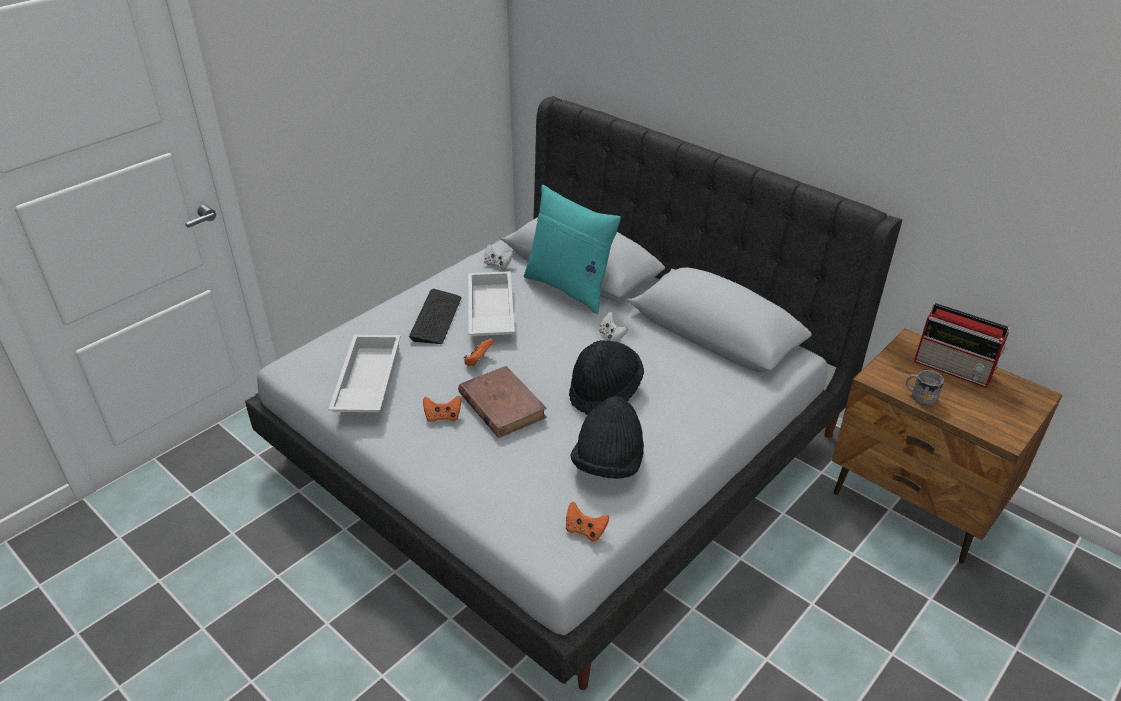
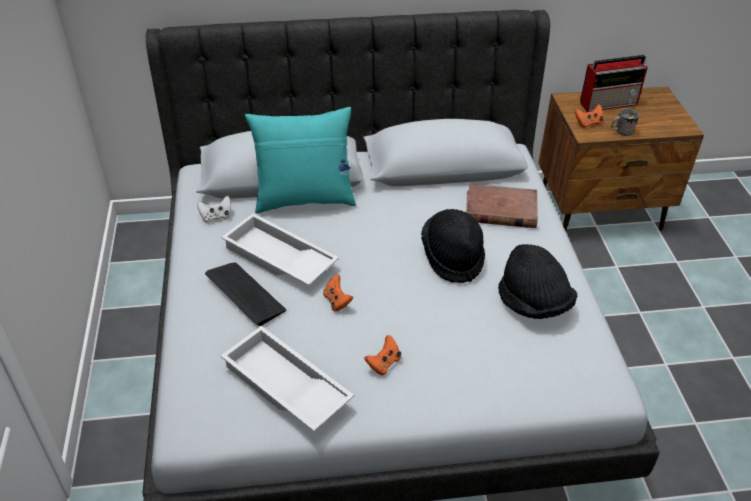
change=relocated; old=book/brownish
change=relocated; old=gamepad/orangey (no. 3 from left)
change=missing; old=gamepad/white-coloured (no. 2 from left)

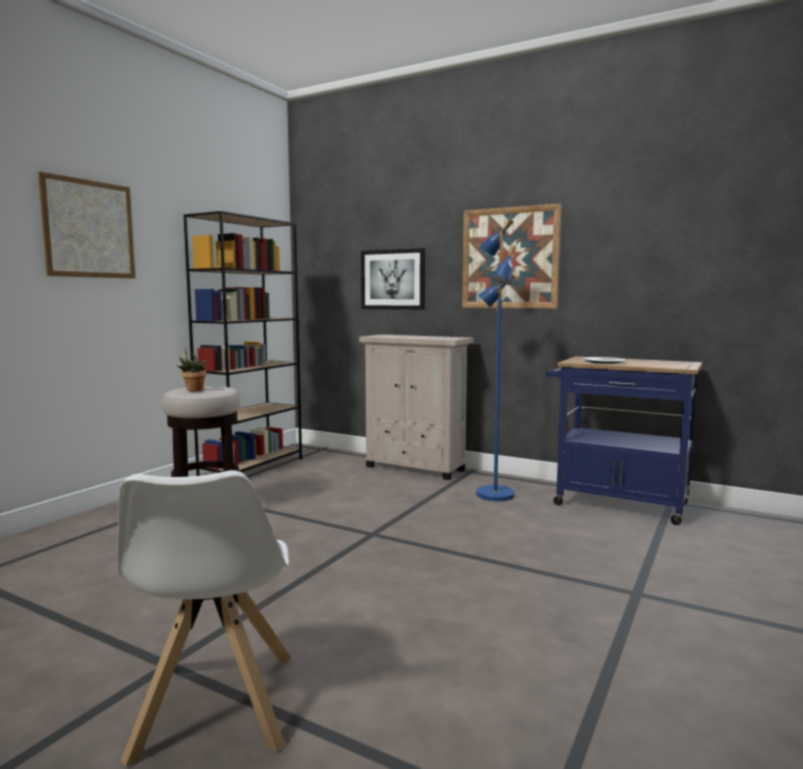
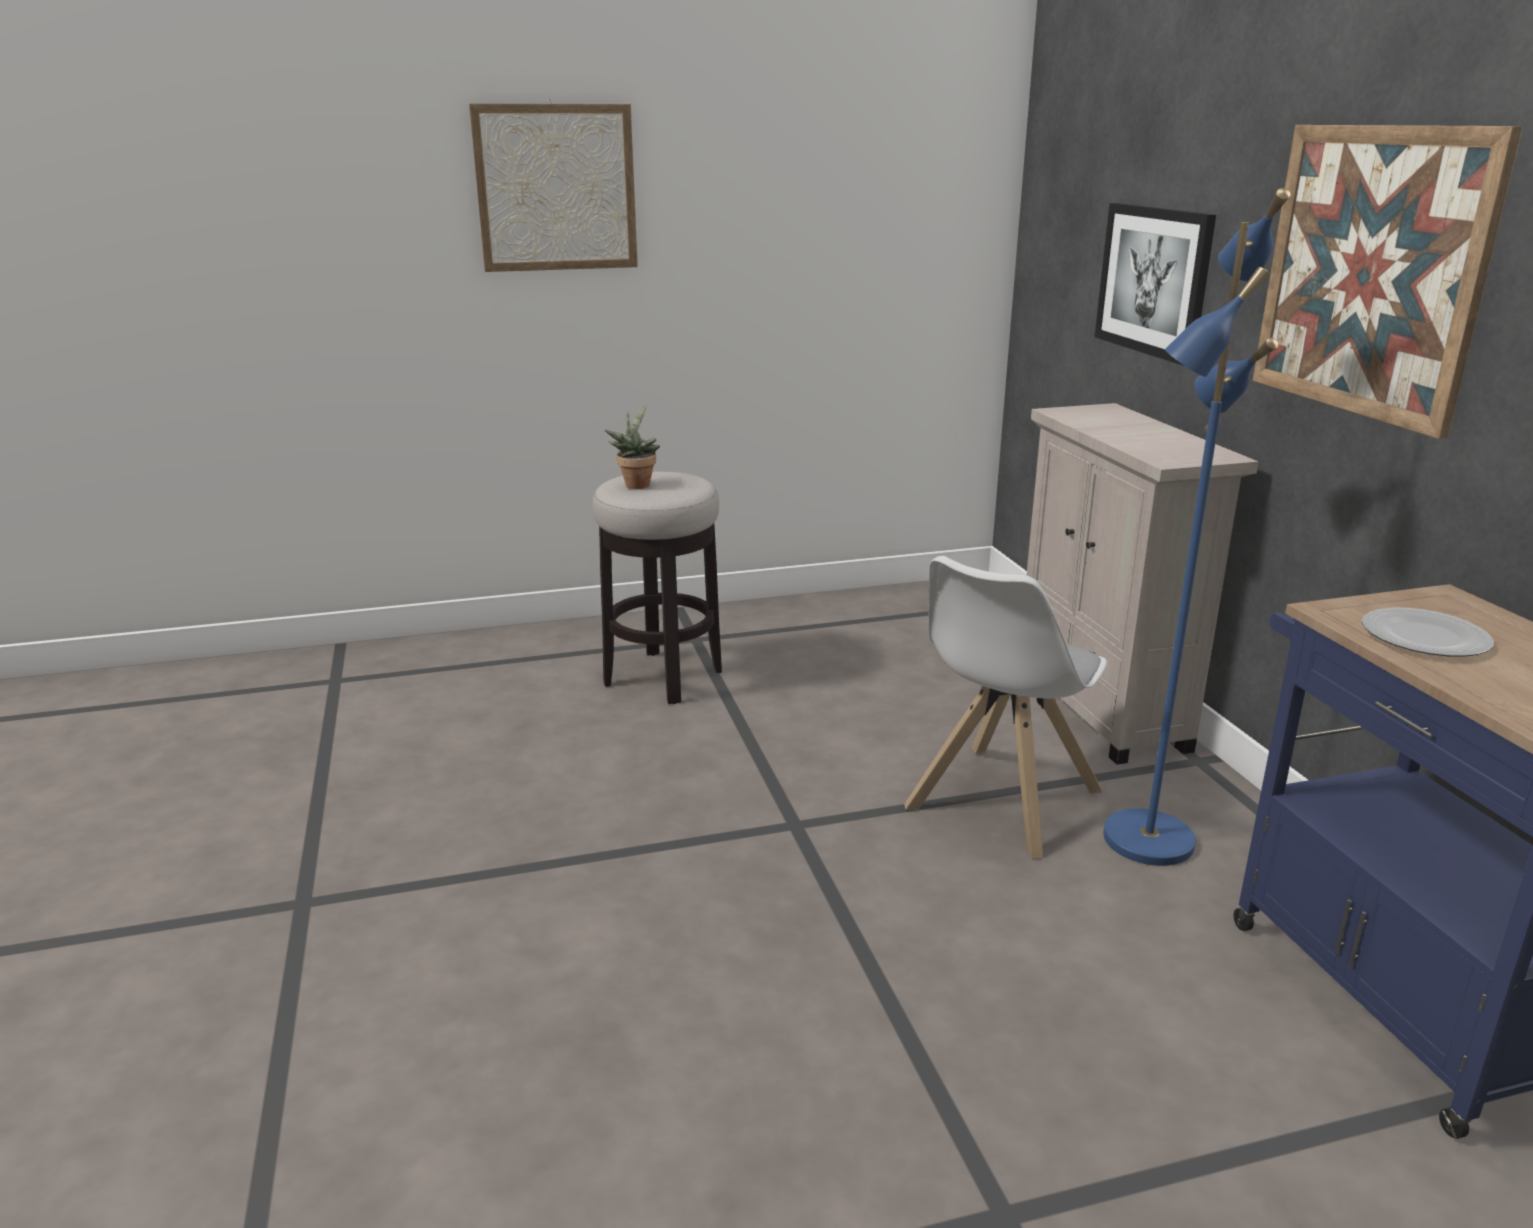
change=relocated; old=chair
change=missing; old=bookcase/beige-coloured

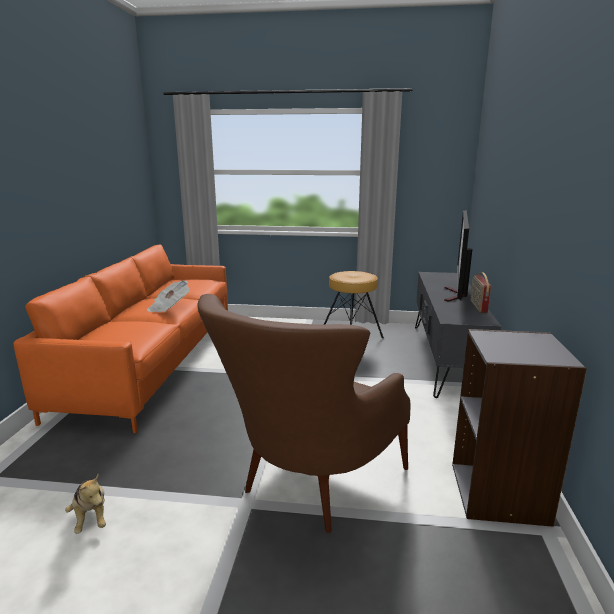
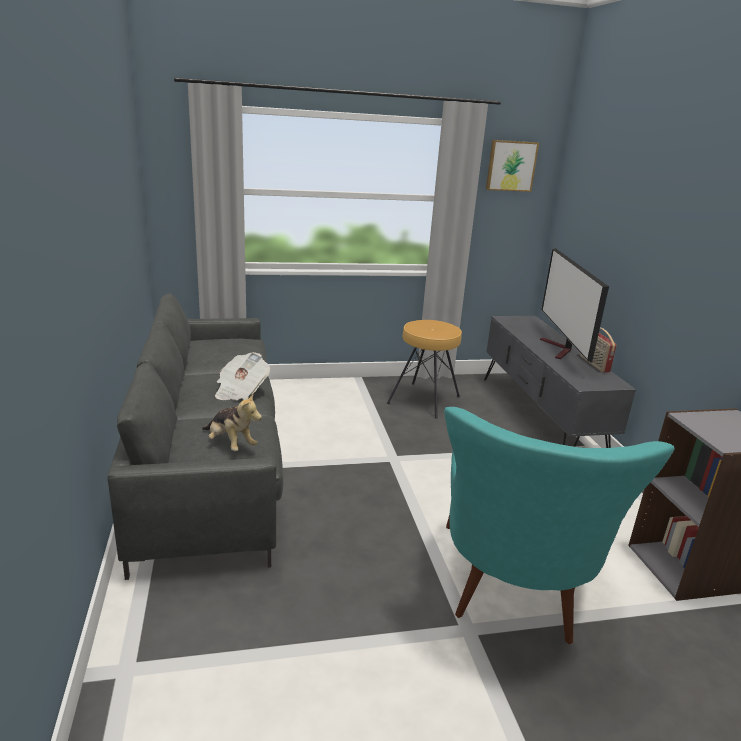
change=colour; old=couch/orangey; new=couch/gray
change=relocated; old=soft toy
change=colour; old=lounge chair/brownish; new=lounge chair/turquoise-coloured
change=appeared; new=wall picture

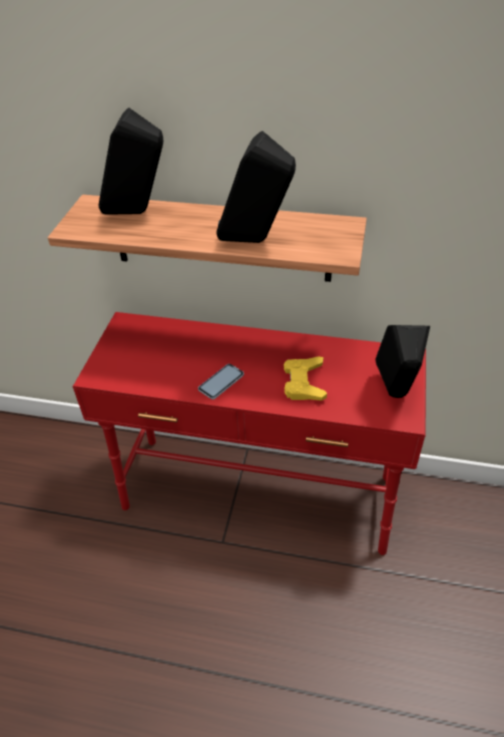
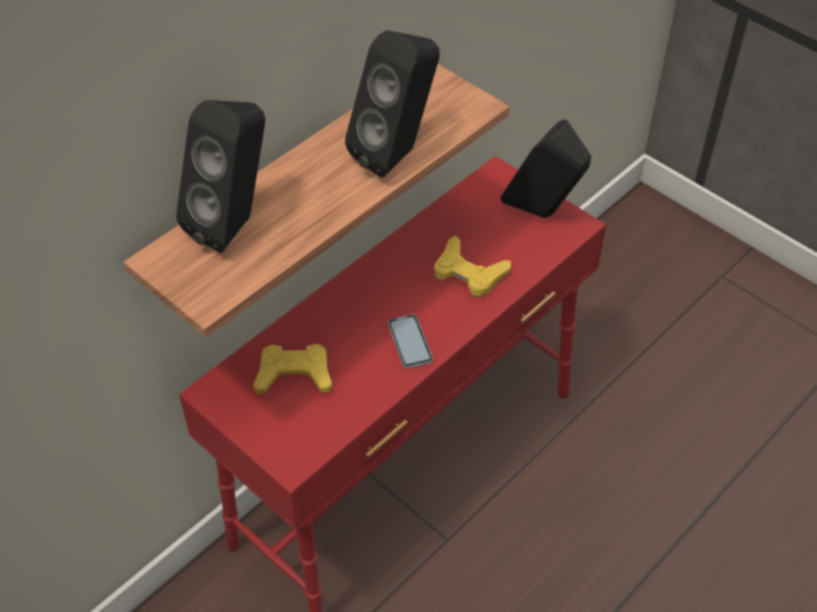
change=appeared; new=gamepad/yellow (no. 1 from left)

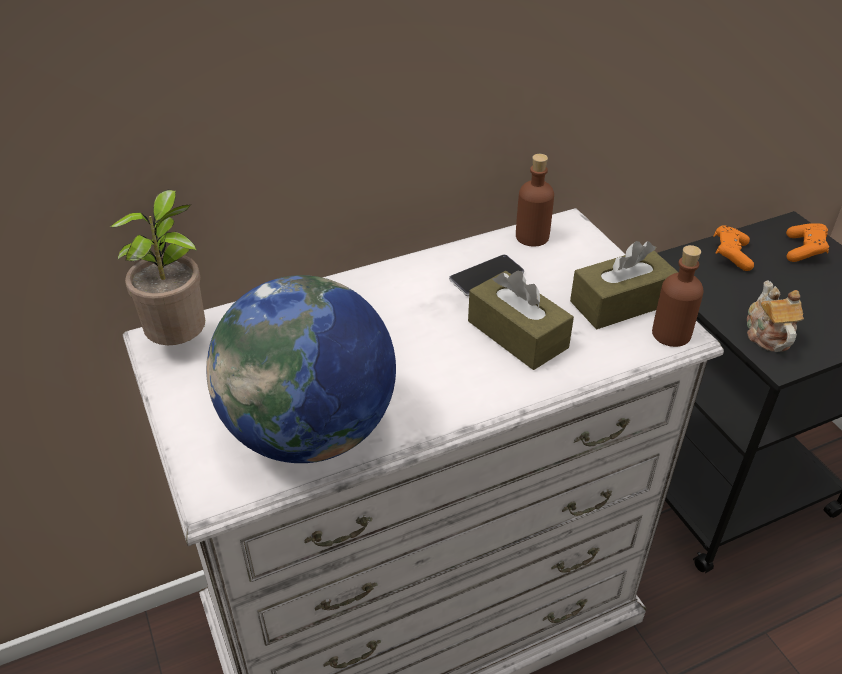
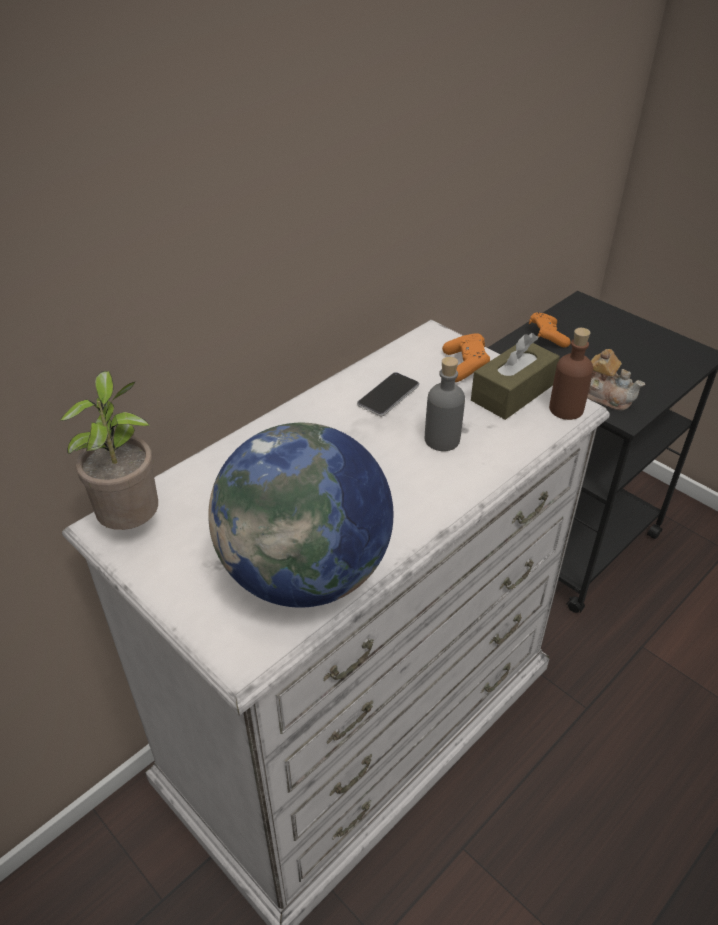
change=exchanged; old=box of tissues/brownish (no. 1 from left); new=beverage bottle/gray
change=missing; old=beverage bottle/brownish (no. 1 from left)
change=spun; old=pot for tea; degrees=150
change=relocated; old=gamepad/orangey (no. 2 from left in the first image); new=gamepad/orangey (no. 1 from left)

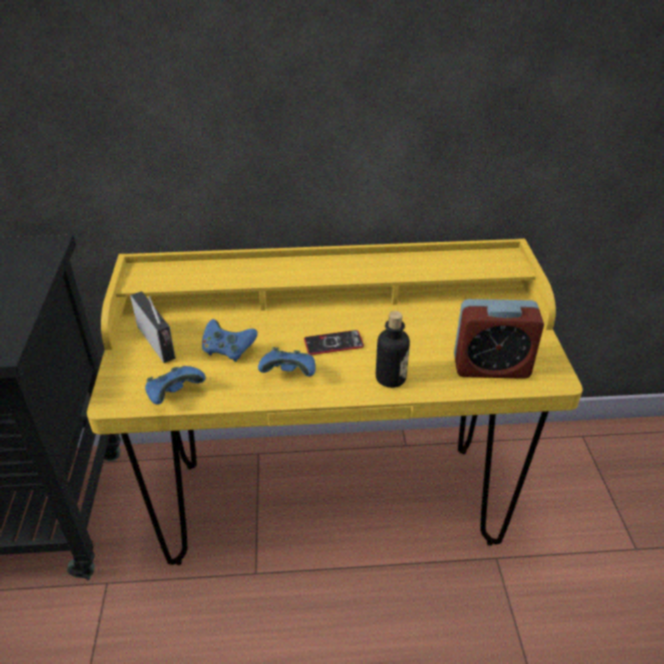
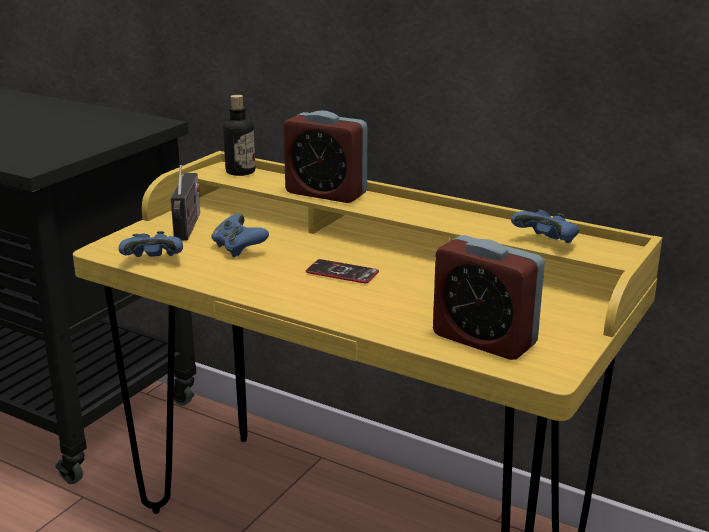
change=relocated; old=gamepad/bluish (no. 3 from left)
change=relocated; old=beverage bottle
change=appeared; new=table clock (no. 1 from left)

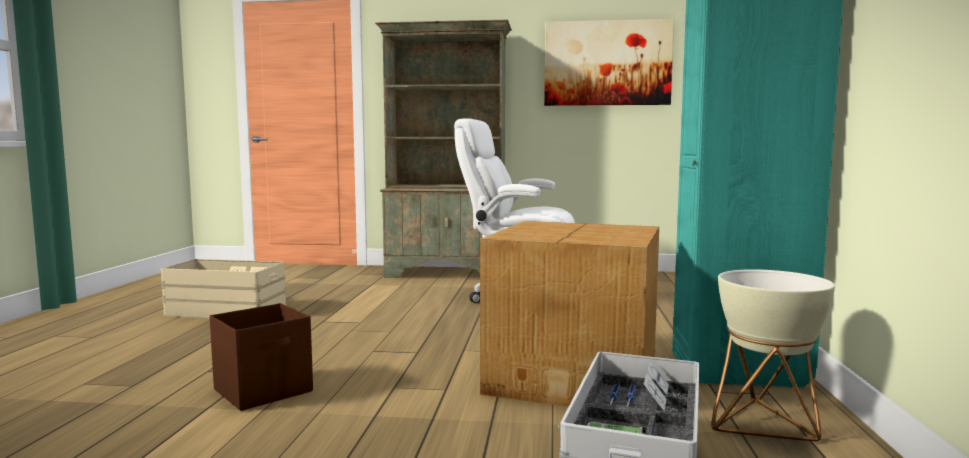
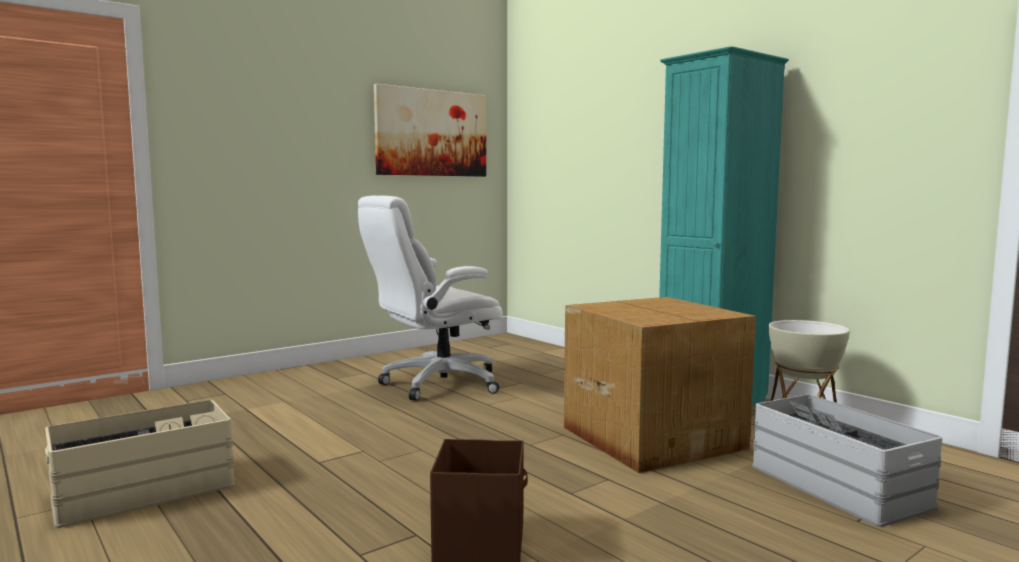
change=missing; old=bookcase/green

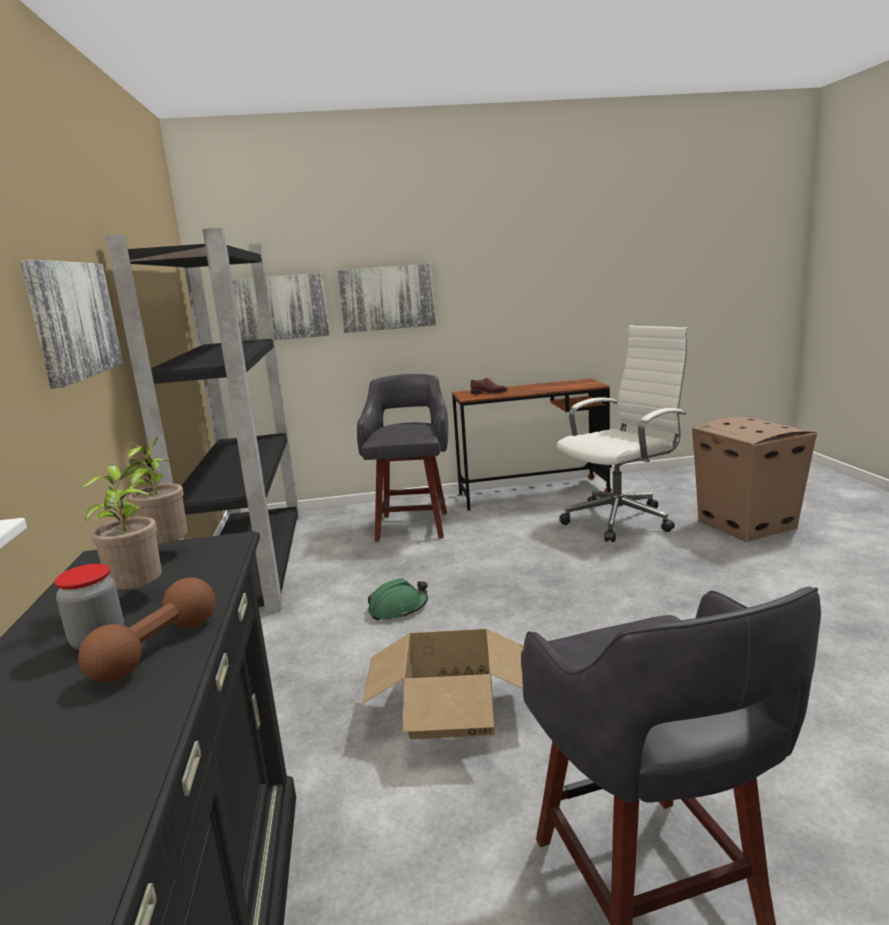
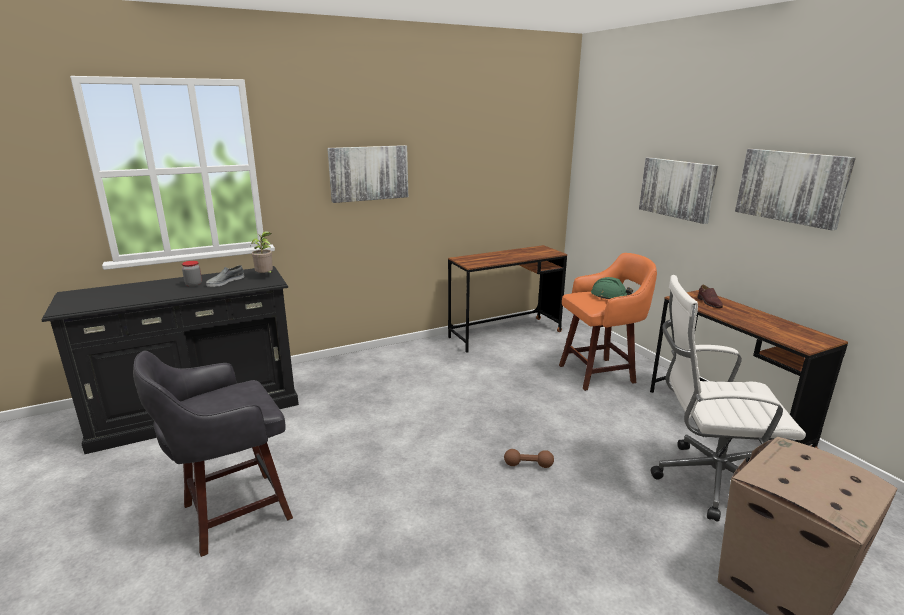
change=relocated; old=free weight/brownish
change=exchanged; old=potted plant (no. 1 from left); new=shoe/gray
change=exchanged; old=bookcase/blackish; new=desk unit/brownish (no. 1 from left)
change=relocated; old=wall picture (no. 2 from left in the first image); new=wall picture (no. 3 from left)
change=colour; old=stool seat/gray (no. 1 from left); new=stool seat/orangey
change=missing; old=carton (no. 1 from left)
change=relocated; old=work helmet/green
change=spun; old=desk chair/white-coloured; degrees=150

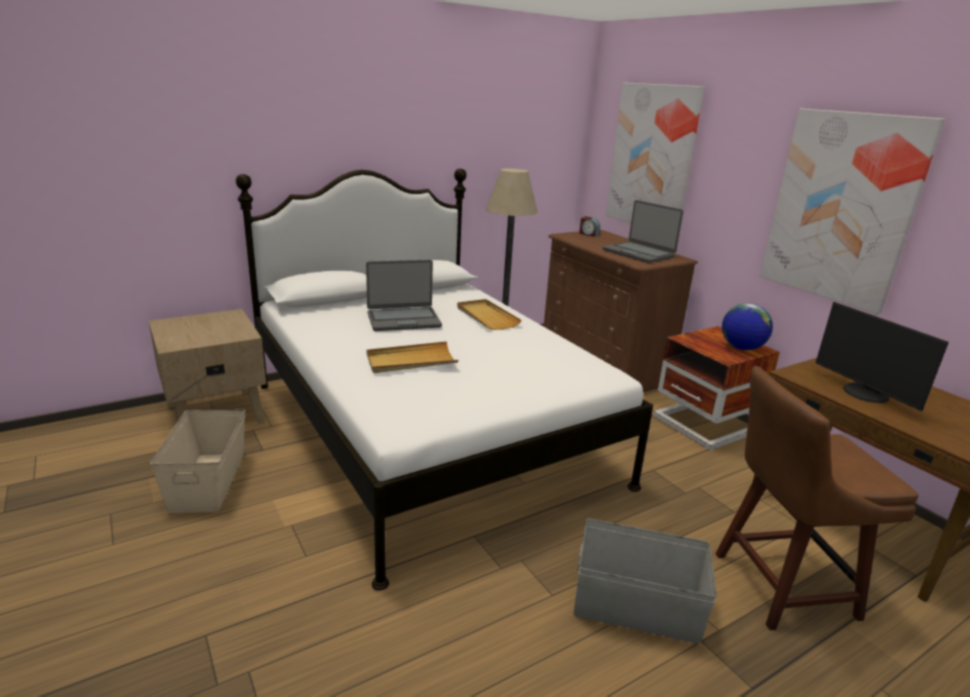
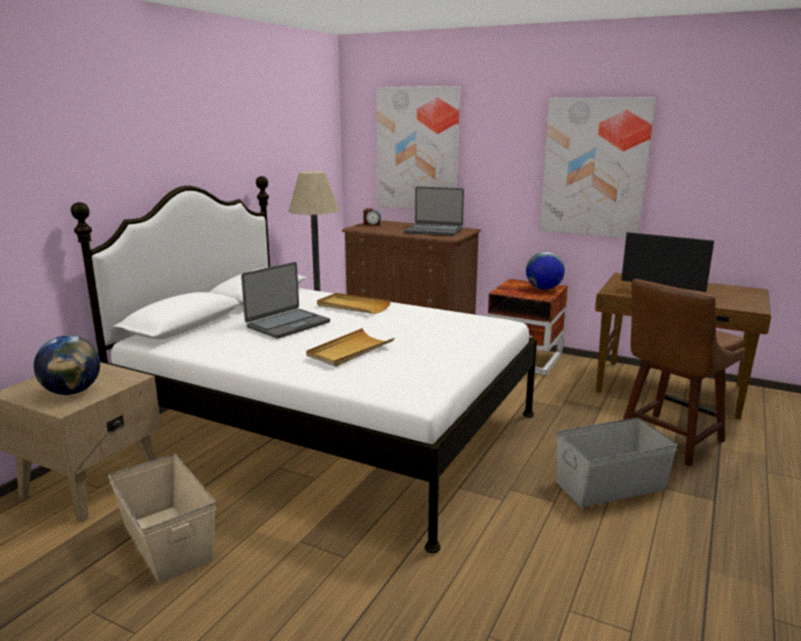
change=appeared; new=world globe (no. 1 from left)

